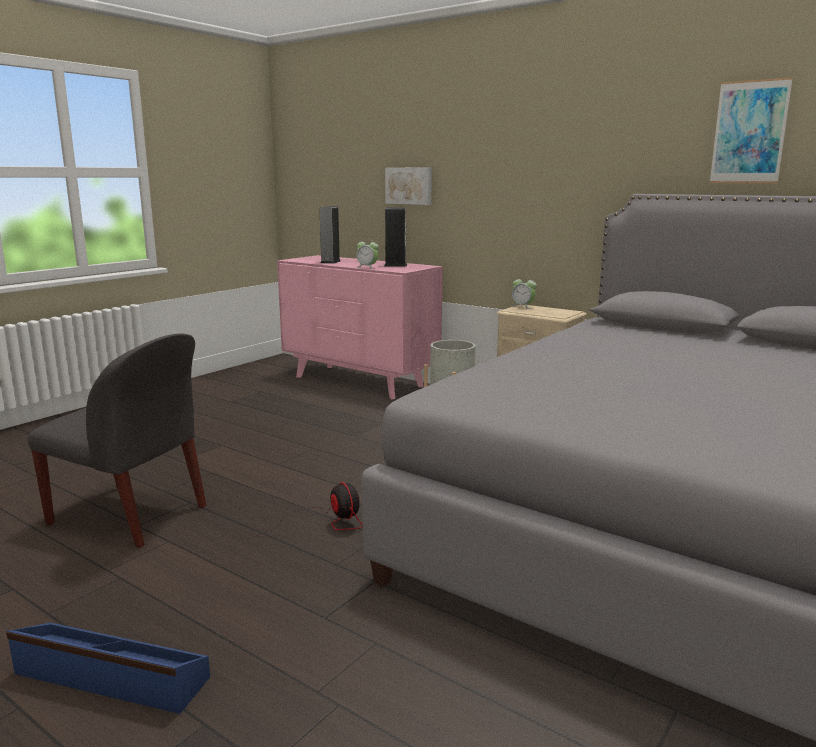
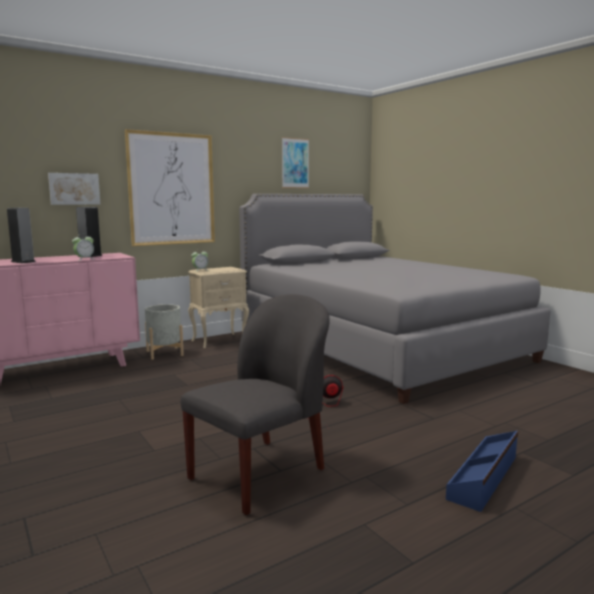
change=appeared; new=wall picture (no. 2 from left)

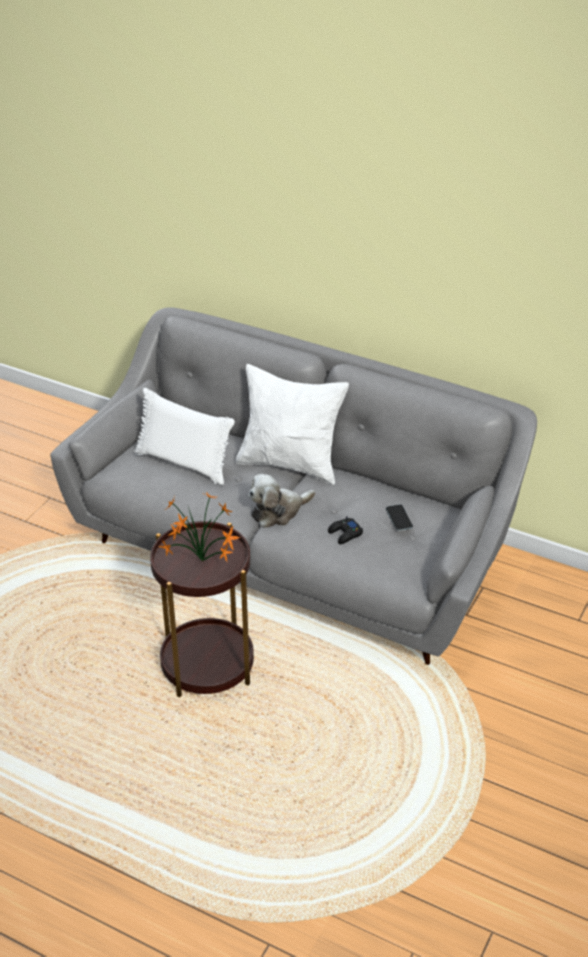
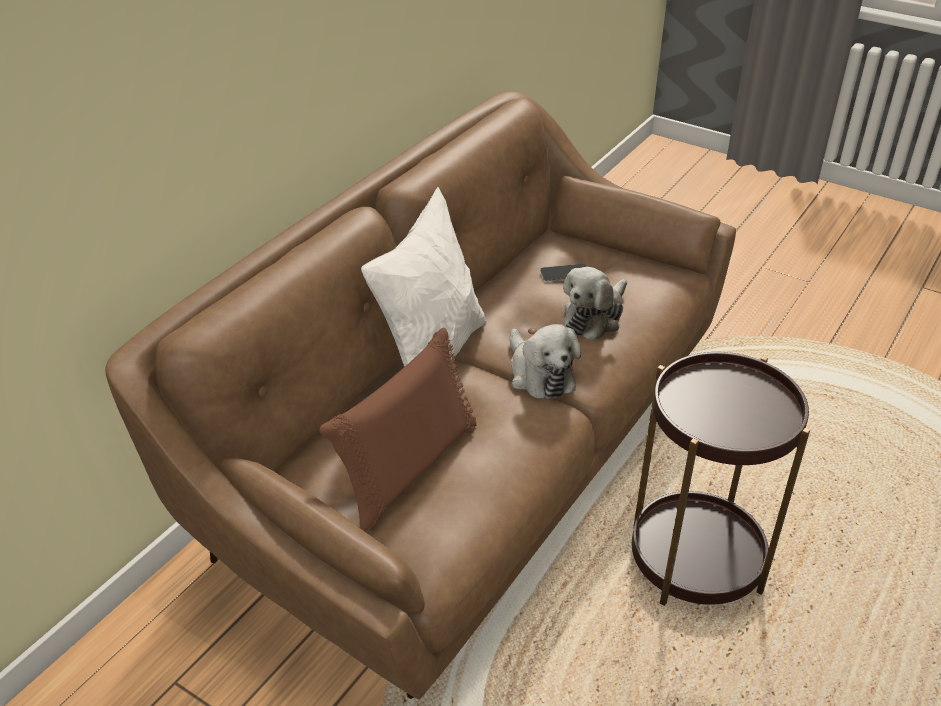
change=colour; old=couch/gray; new=couch/brownish
change=colour; old=cushion/white-coloured (no. 1 from left); new=cushion/brownish
change=missing; old=potted plant
change=exchanged; old=gamepad/blackish; new=soft toy (no. 2 from left)

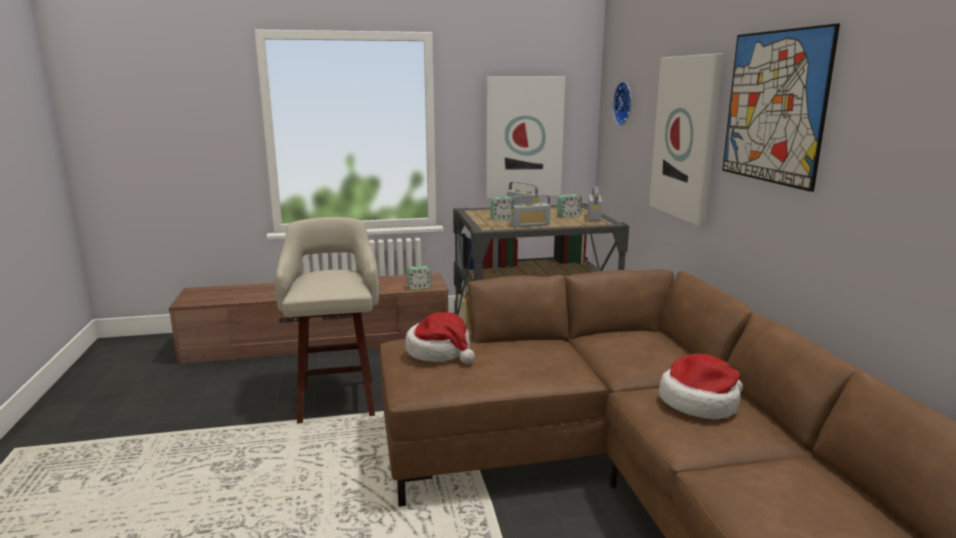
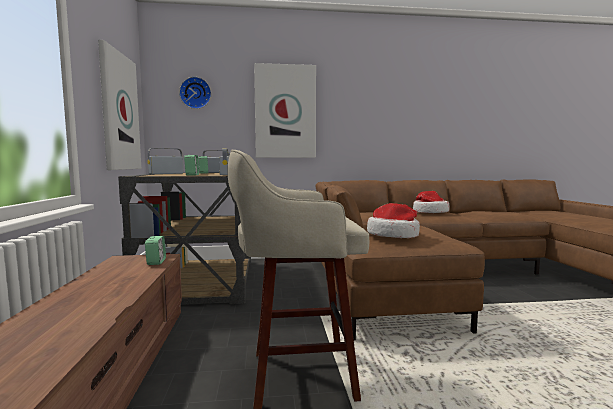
change=missing; old=wall picture (no. 3 from left)

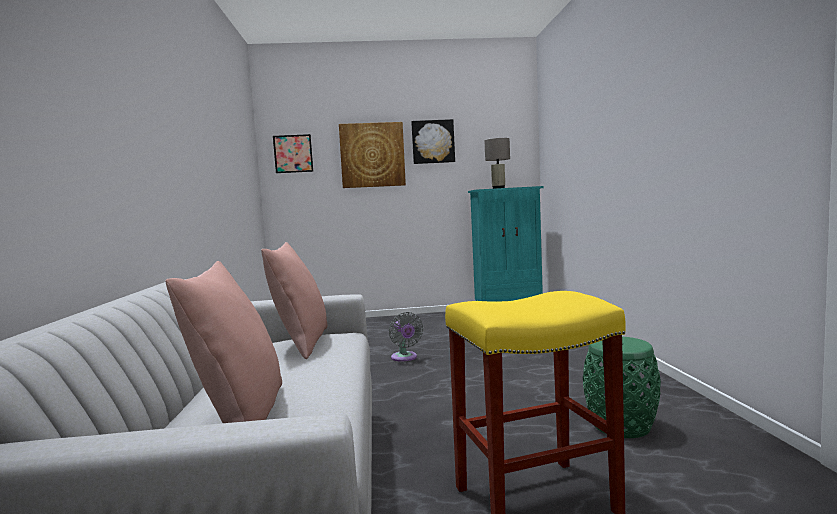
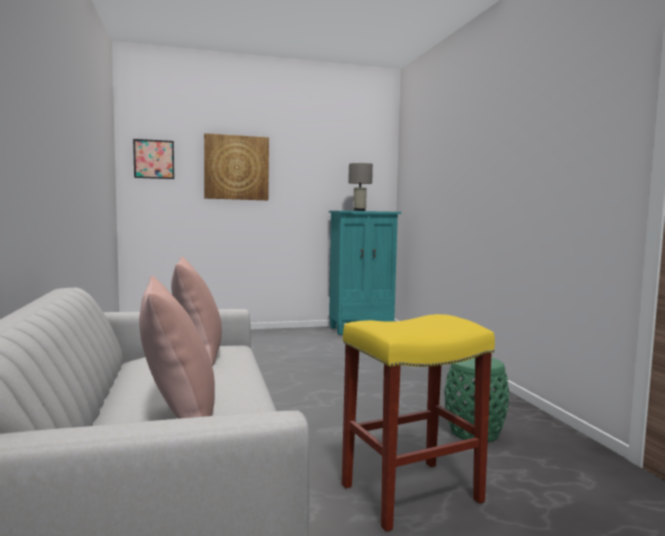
change=missing; old=cooling fan/gray
change=missing; old=wall picture (no. 3 from left)

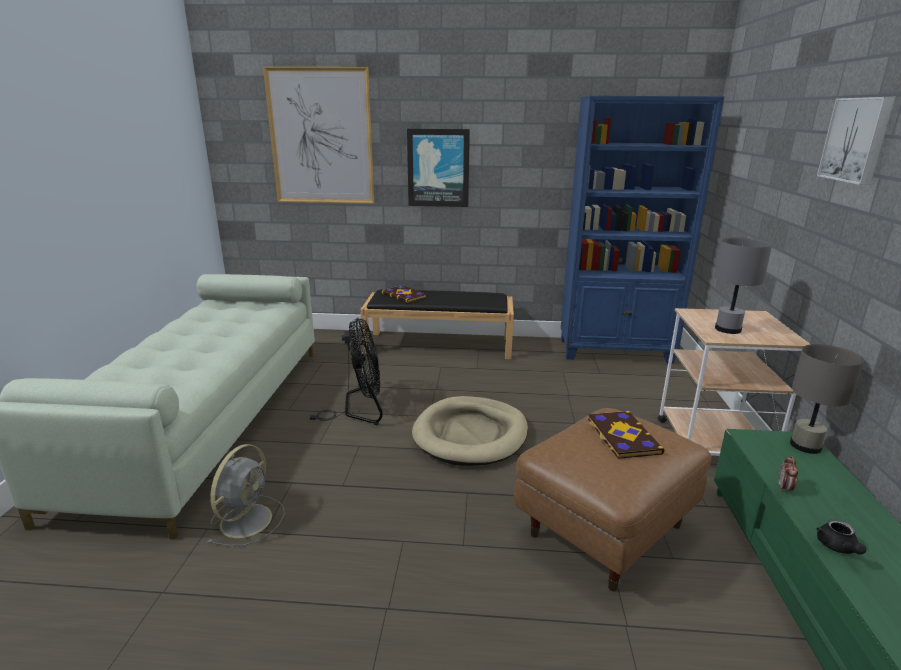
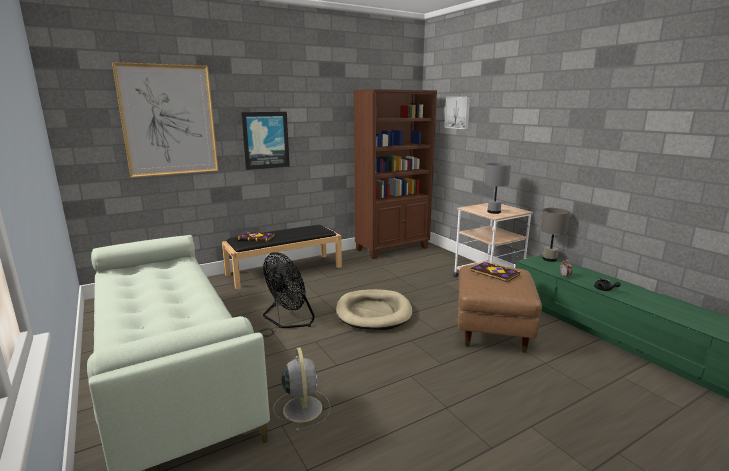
change=colour; old=bookcase/bluish; new=bookcase/brownish
change=relocated; old=wall picture (no. 3 from left)

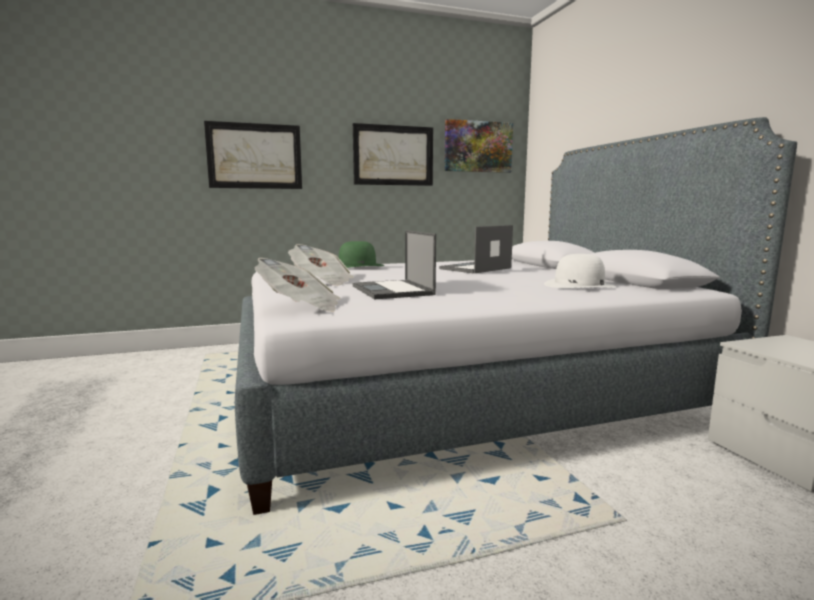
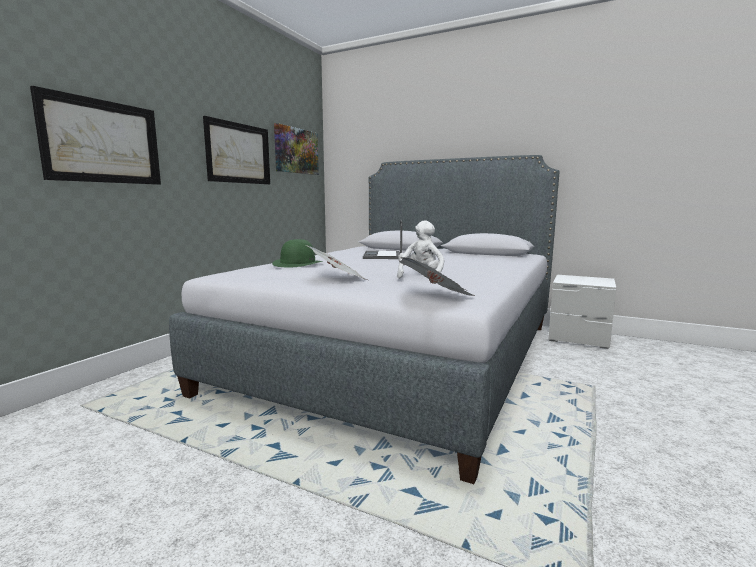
change=exchanged; old=laptop (no. 1 from left); new=soft toy/white-coloured
change=missing; old=wearable hat/white-coloured

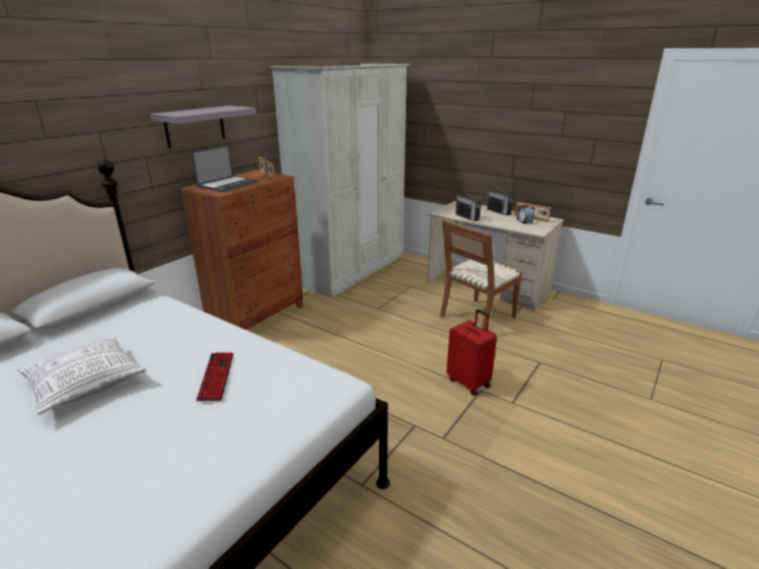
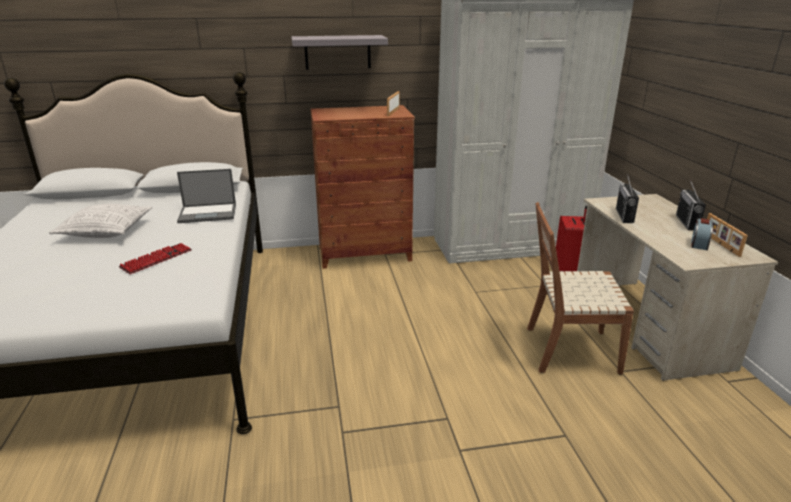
change=relocated; old=laptop
change=relocated; old=travel case/red

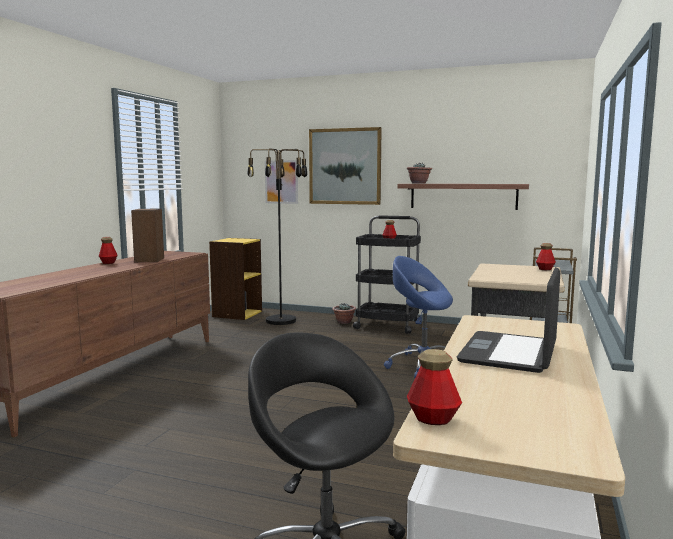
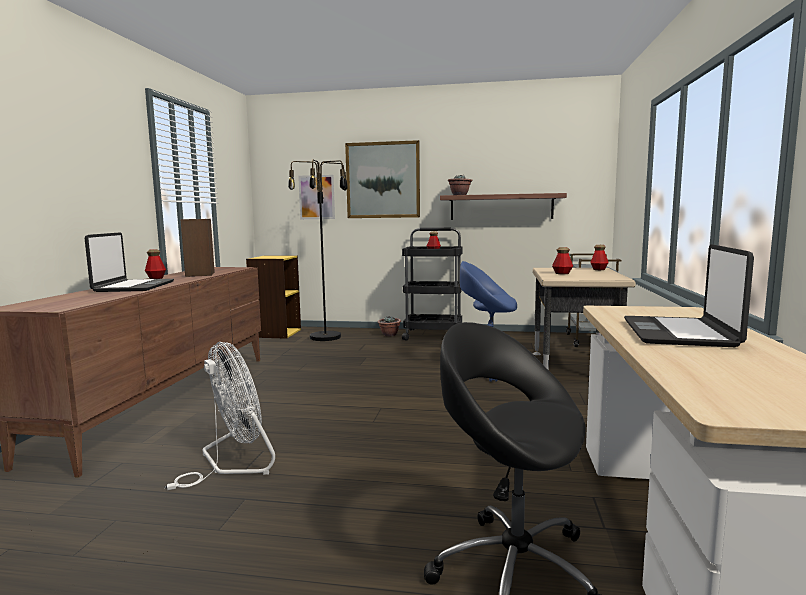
change=relocated; old=beverage bottle (no. 3 from left)
change=appeared; new=laptop (no. 1 from left)
change=appeared; new=cooling fan/white-coloured

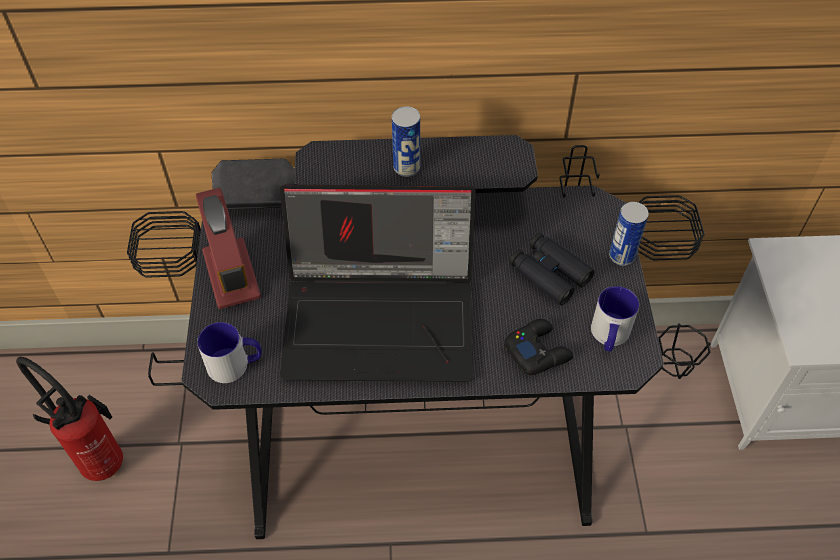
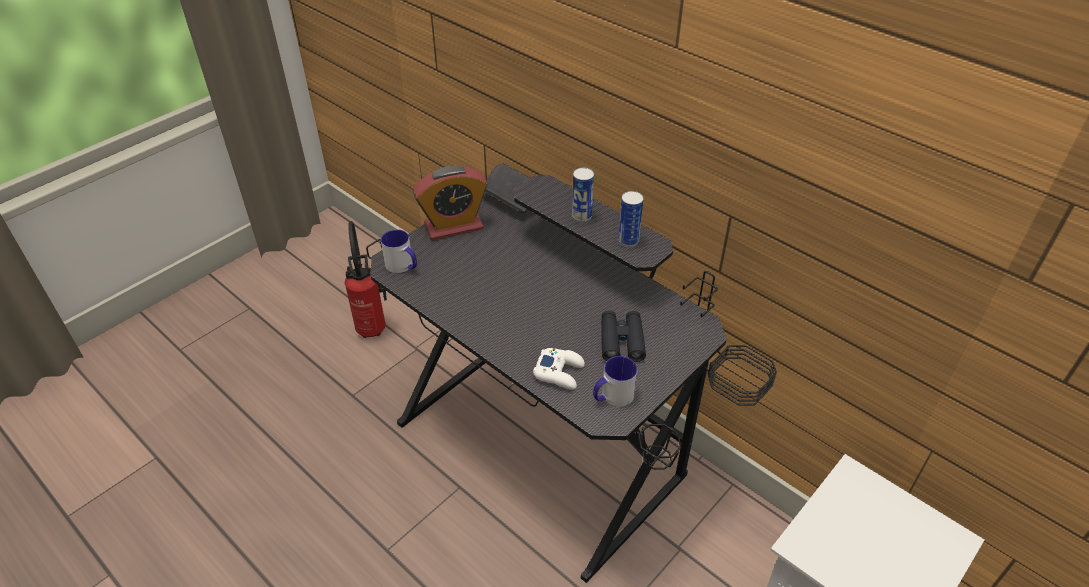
change=spun; old=table clock; degrees=-135
change=missing; old=laptop
change=colour; old=gamepad/blackish; new=gamepad/white-coloured
change=relocated; old=can (no. 2 from left)

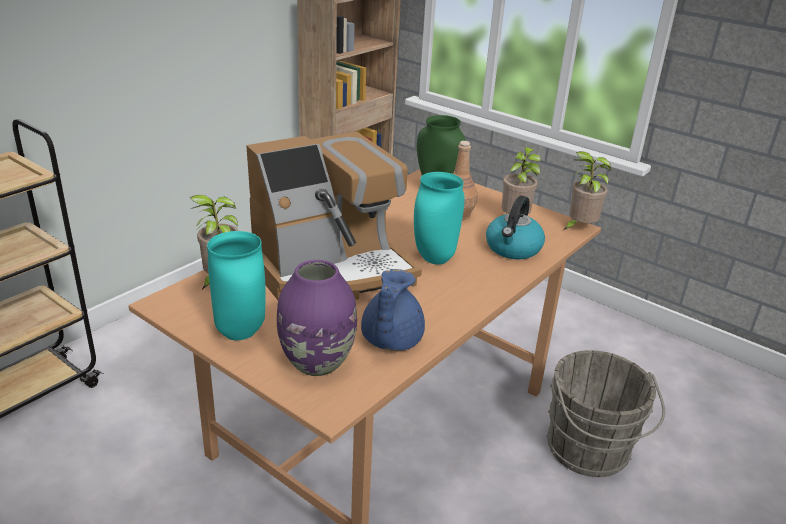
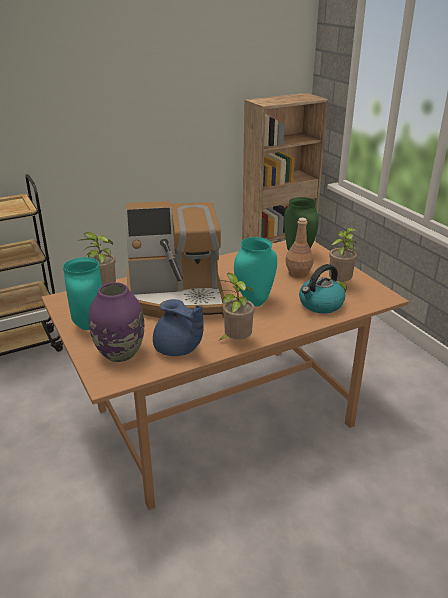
change=spun; old=pot for tea/bluish; degrees=-90
change=missing; old=pail/gray
change=relocated; old=potted plant (no. 3 from left in the first image); new=potted plant (no. 2 from left)

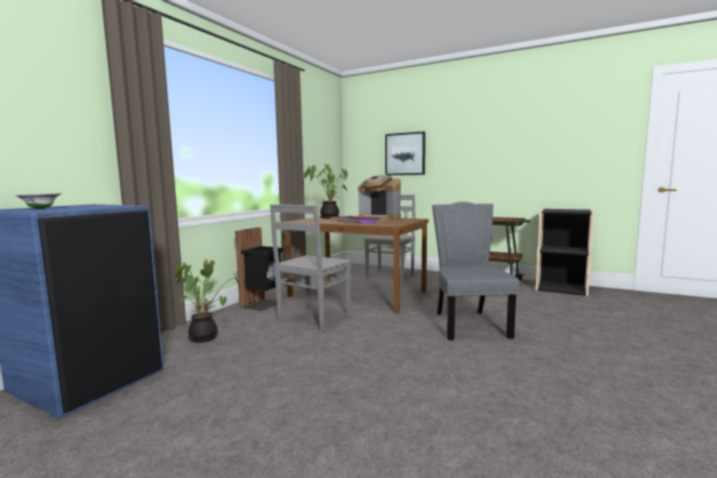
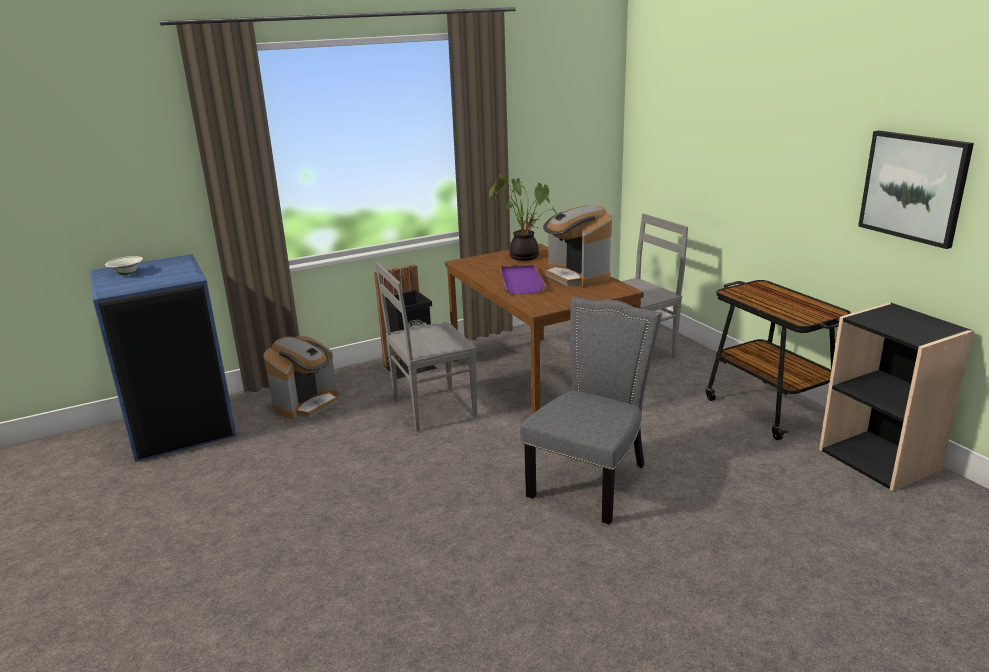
change=exchanged; old=potted plant (no. 1 from left); new=coffee brewer (no. 1 from left)
change=relocated; old=wall picture

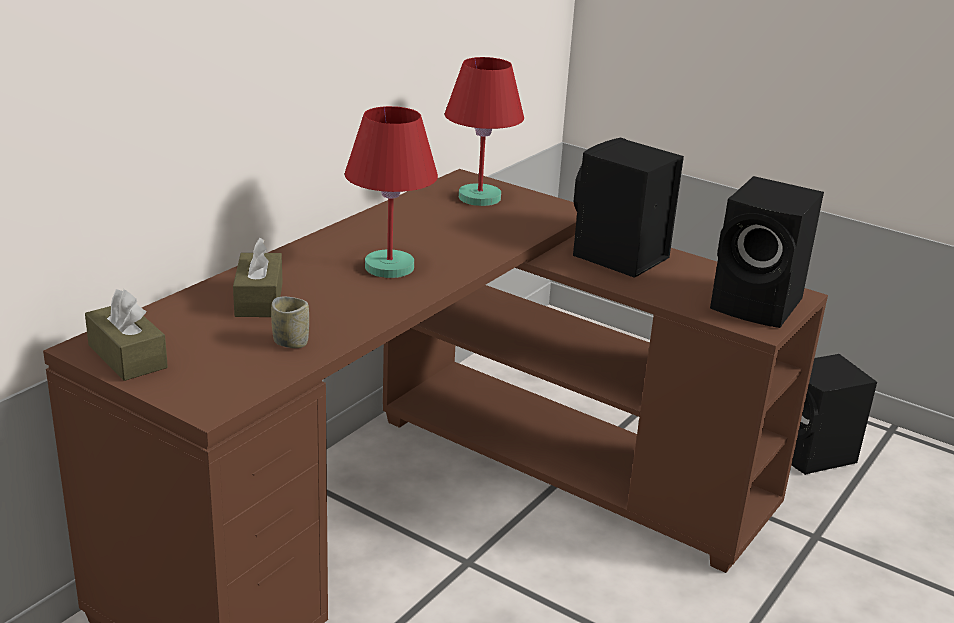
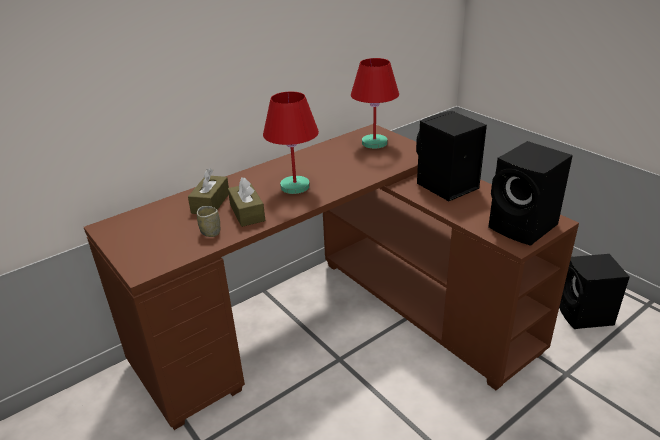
change=relocated; old=box of tissues/brownish (no. 1 from left in the first image); new=box of tissues/brownish (no. 2 from left)

